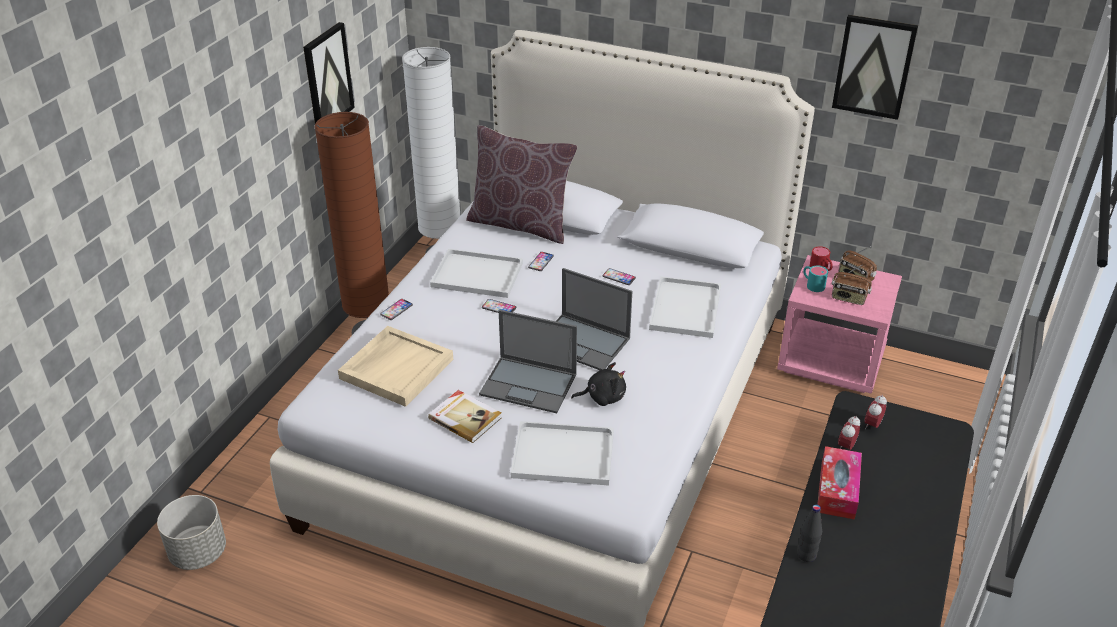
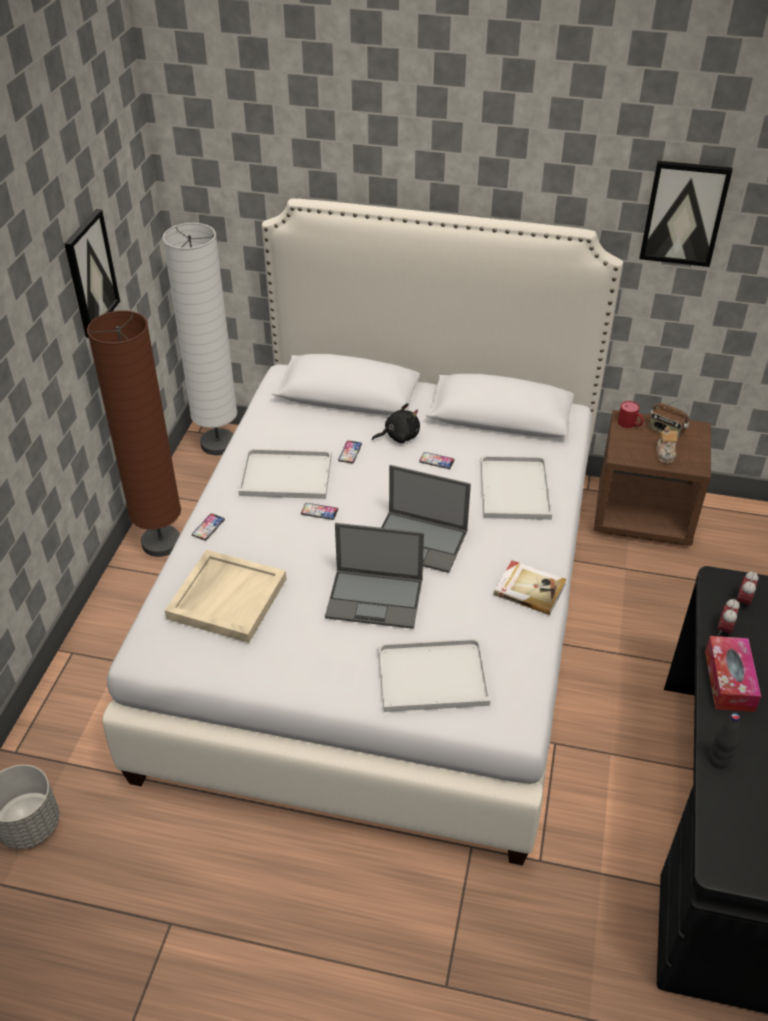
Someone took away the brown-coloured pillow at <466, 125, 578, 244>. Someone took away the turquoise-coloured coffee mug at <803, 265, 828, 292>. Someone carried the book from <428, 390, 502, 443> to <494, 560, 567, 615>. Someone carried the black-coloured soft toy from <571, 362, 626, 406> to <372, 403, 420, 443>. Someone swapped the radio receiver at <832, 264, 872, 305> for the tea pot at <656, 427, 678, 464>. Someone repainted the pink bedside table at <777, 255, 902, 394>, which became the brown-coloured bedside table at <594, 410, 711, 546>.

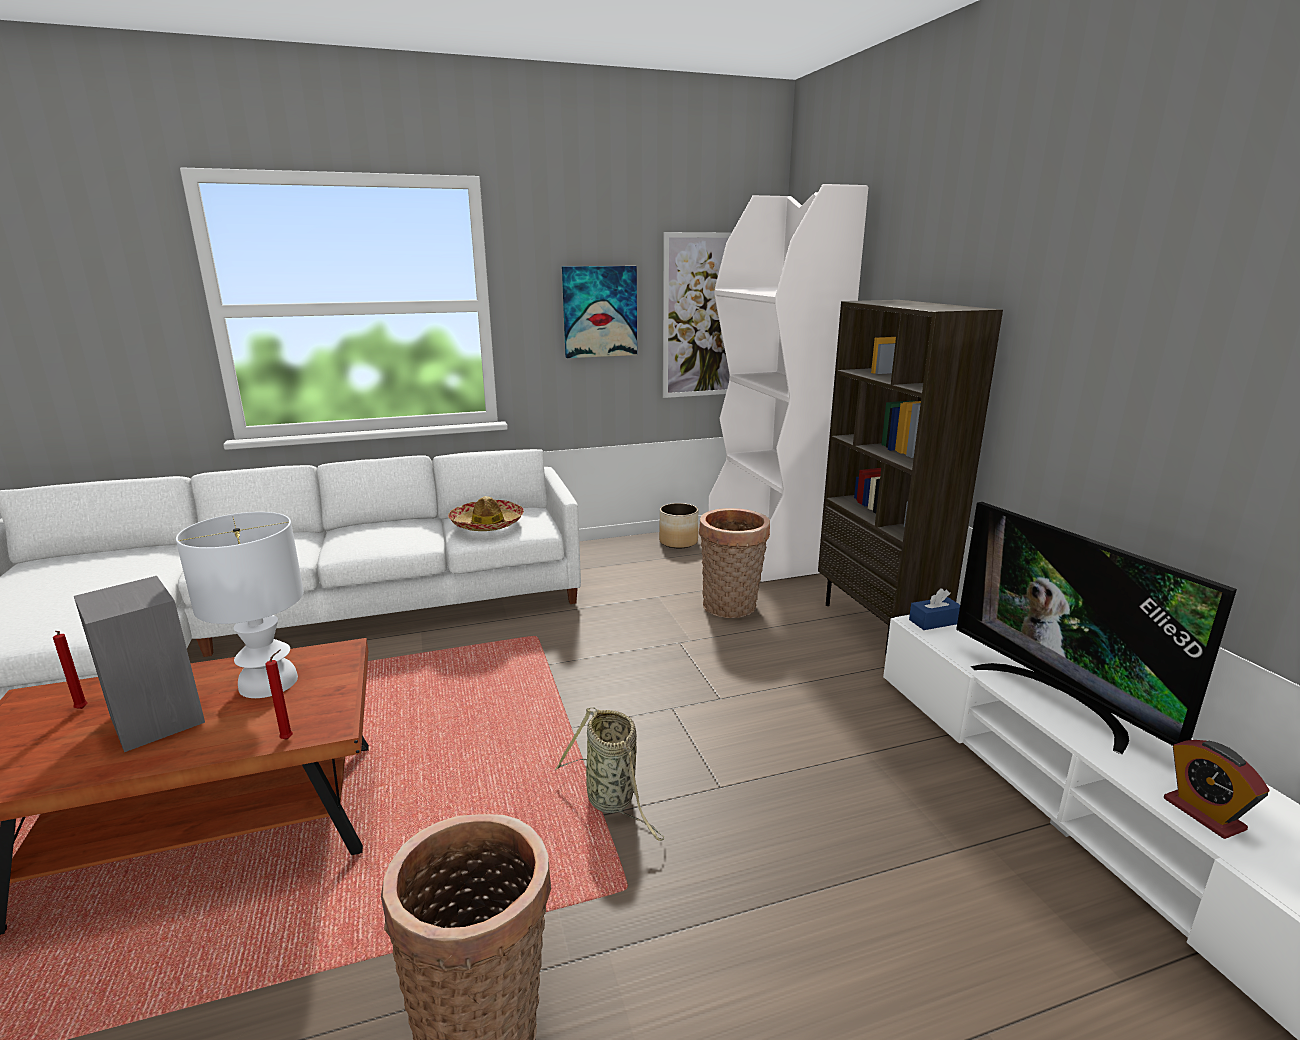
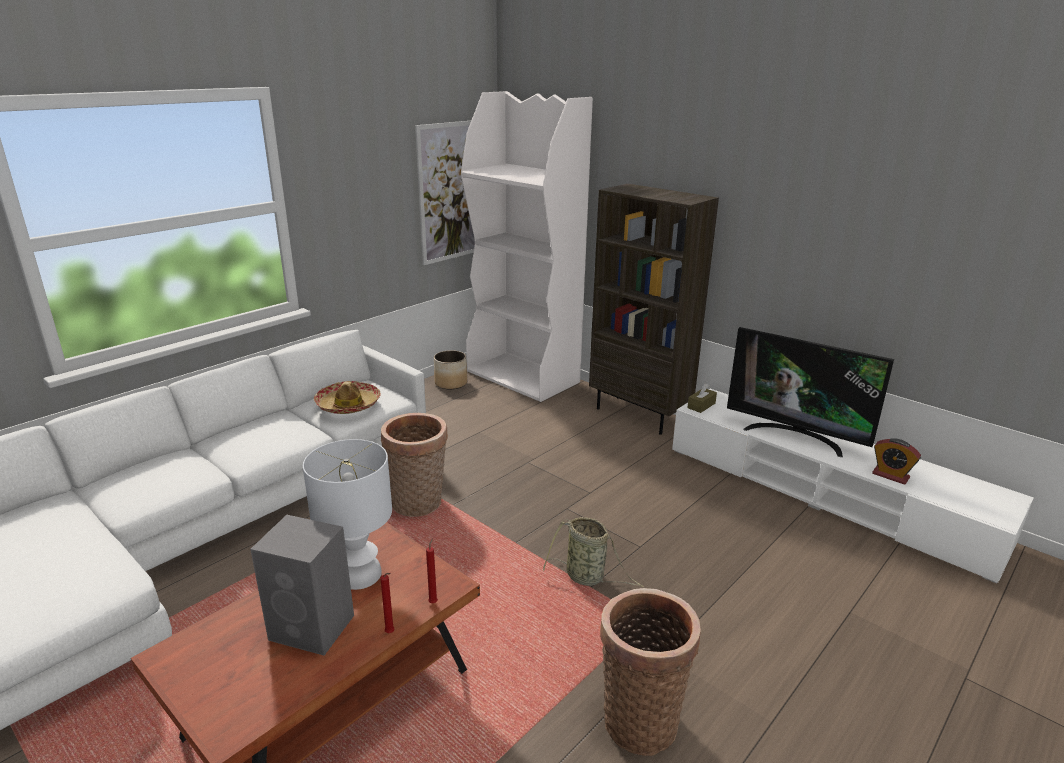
Someone took away the picture at <562, 266, 637, 358>. Someone carried the red-coloured wax light from <53, 631, 87, 709> to <380, 573, 395, 633>. Someone carried the storage basket from <699, 508, 770, 618> to <381, 413, 448, 517>. Someone repainted the blue tissue box at <909, 588, 960, 630>, which became the brown-coloured tissue box at <687, 384, 717, 413>.

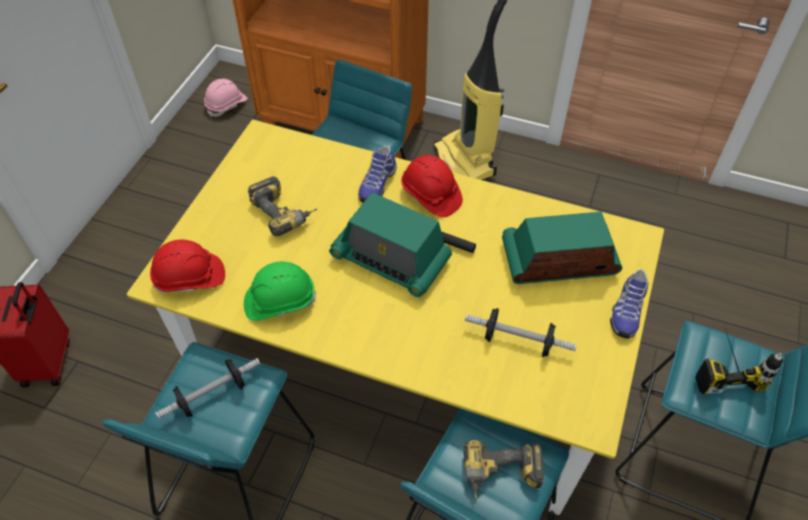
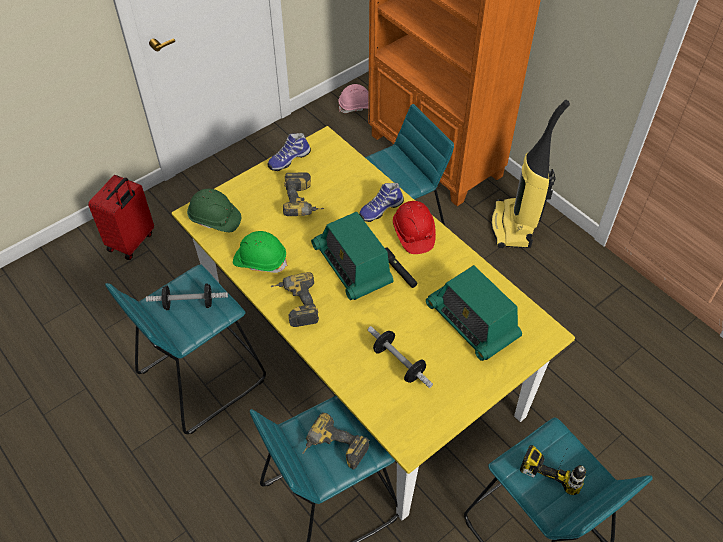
Someone put down the drill at <270, 272, 319, 327>. Someone carried the shoe from <610, 269, 648, 339> to <267, 133, 311, 171>. Someone repainted the red-coloured hard hat at <150, 240, 225, 293>, which became the green-coloured hard hat at <187, 189, 241, 232>. Someone rotated the radio receiver at <502, 212, 622, 284> by 150 degrees counterclockwise.

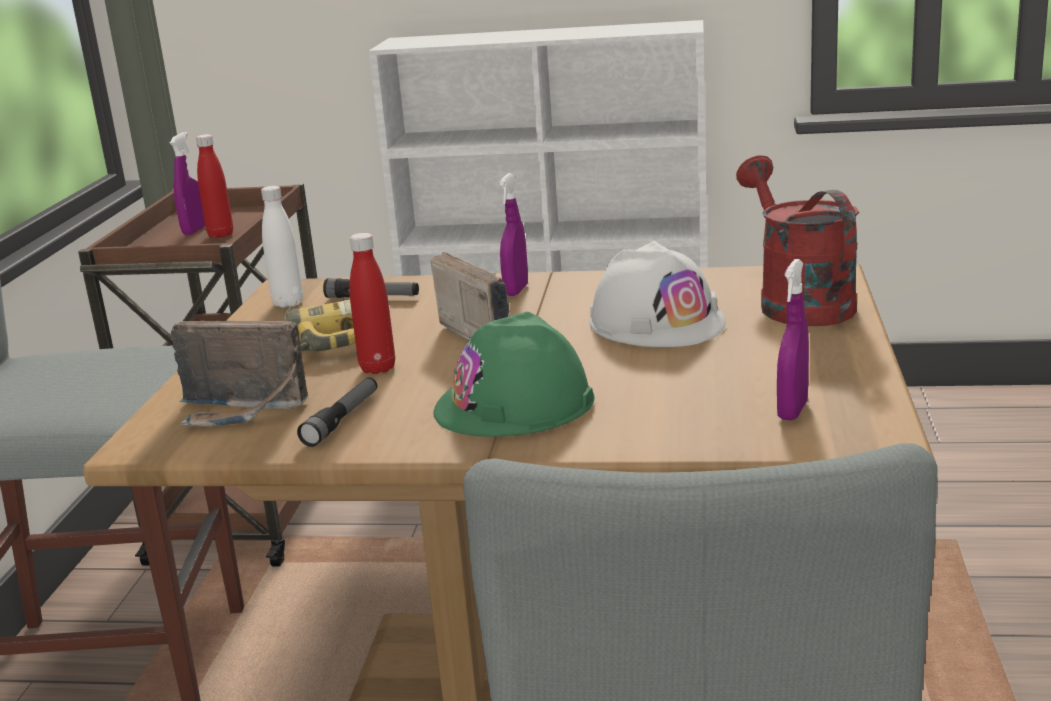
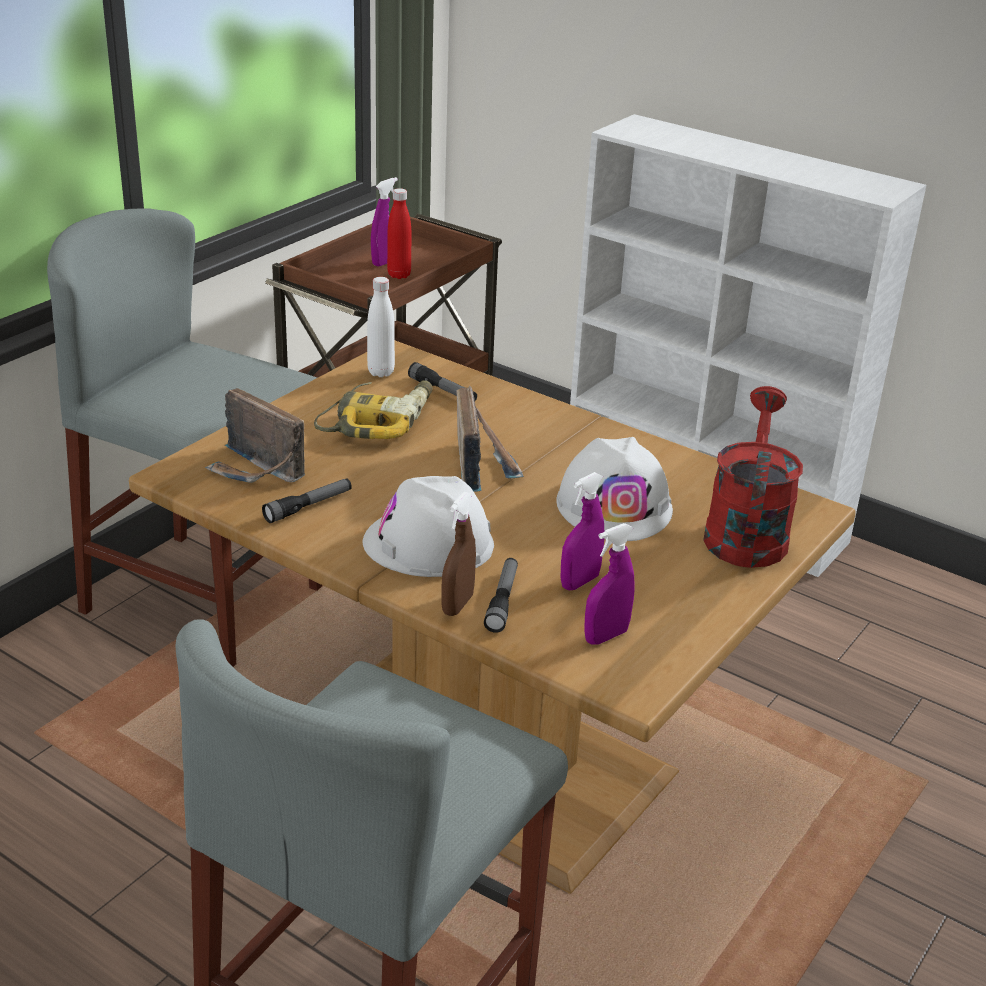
Someone took away the red-coloured drink bottle at <350, 233, 395, 374>. Someone put down the brown-coloured hand sprayer at <441, 492, 476, 616>. Someone put down the torch at <484, 558, 518, 633>. Someone carried the purplish hand sprayer from <499, 173, 528, 296> to <560, 472, 604, 590>. Someone repainted the green-coloured hard hat at <433, 311, 595, 437>, which became the white-coloured hard hat at <363, 476, 494, 577>.

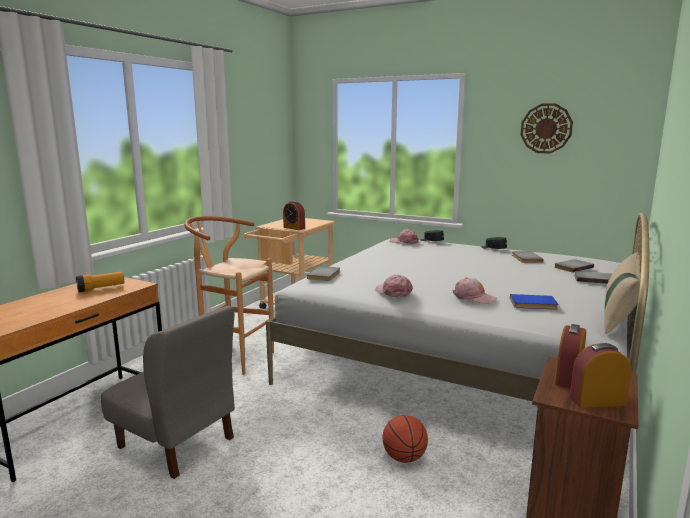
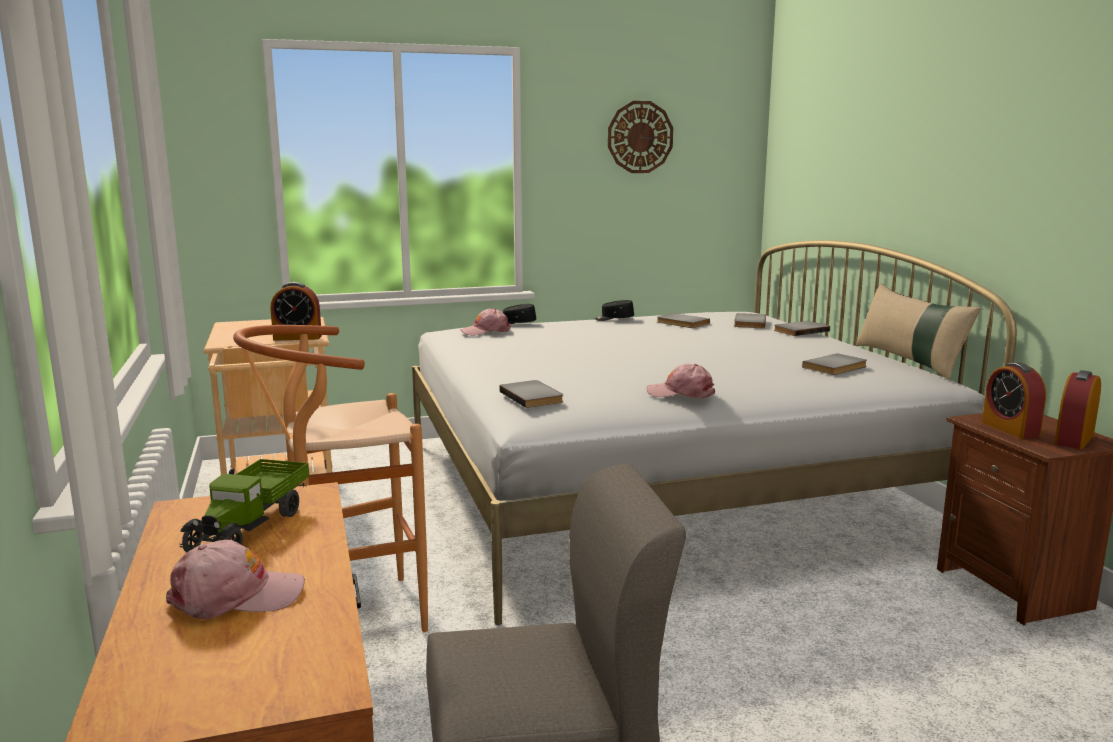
Someone took away the basketball ball at <383, 415, 428, 463>. Someone carried the pink baseball cap from <453, 277, 497, 304> to <166, 540, 305, 620>. Someone swapped the torch at <76, 272, 124, 292> for the toy truck at <180, 459, 310, 553>. Someone repainted the blue book at <510, 294, 558, 310>, which became the grey book at <802, 353, 867, 375>.

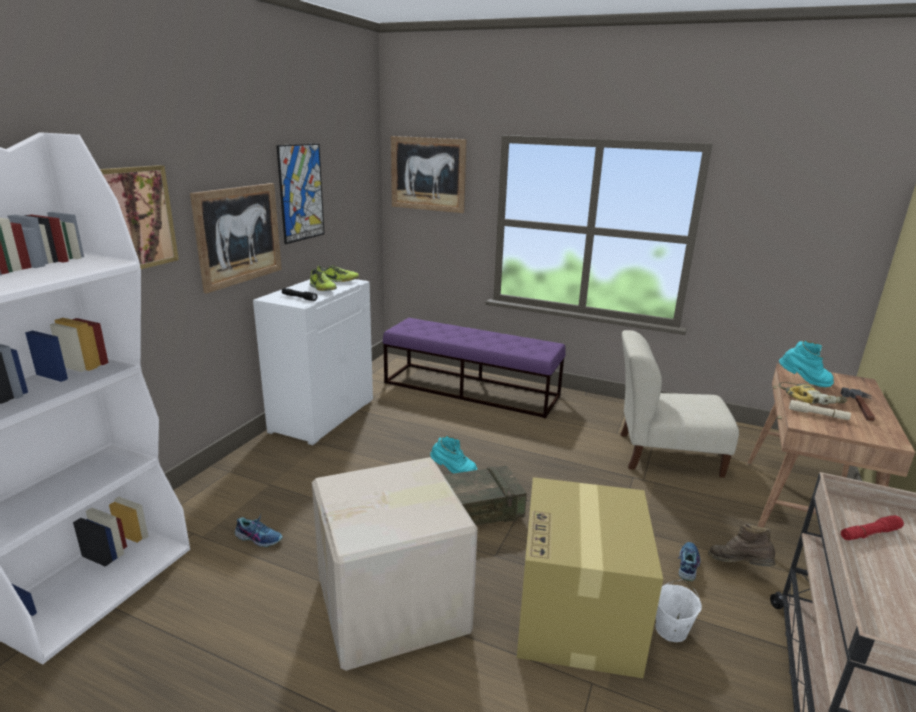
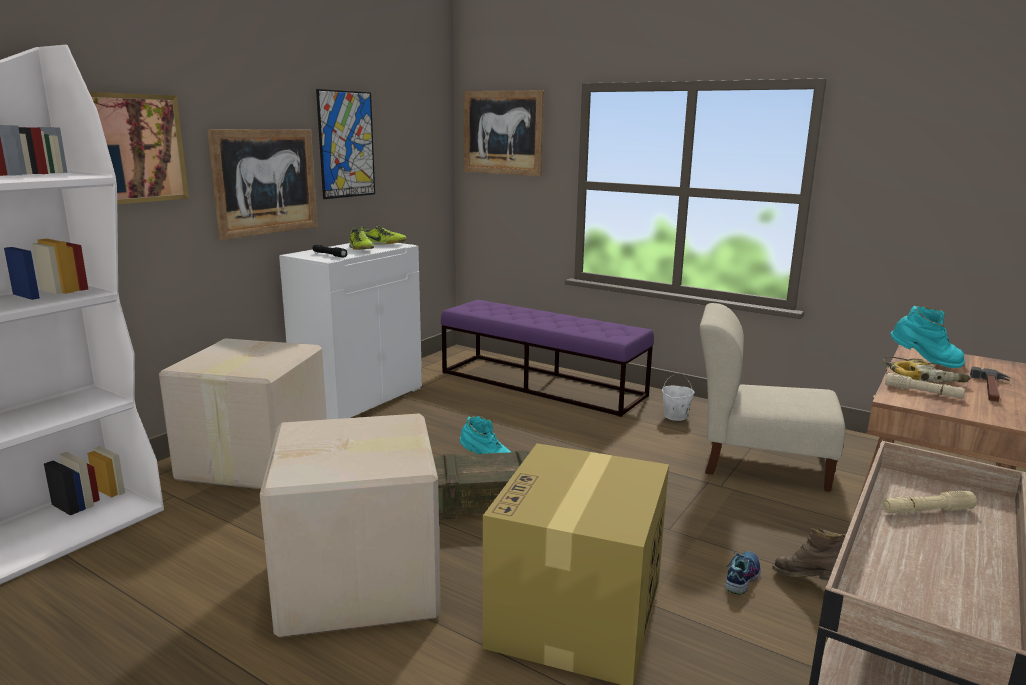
Someone took away the shoe at <235, 513, 283, 547>. Someone put down the packing box at <159, 338, 327, 489>. Someone carried the white-coloured bucket from <655, 579, 702, 642> to <662, 373, 695, 421>. Someone repainted the red-coloured torch at <841, 515, 904, 540>, which became the sand-coloured torch at <882, 491, 977, 513>.

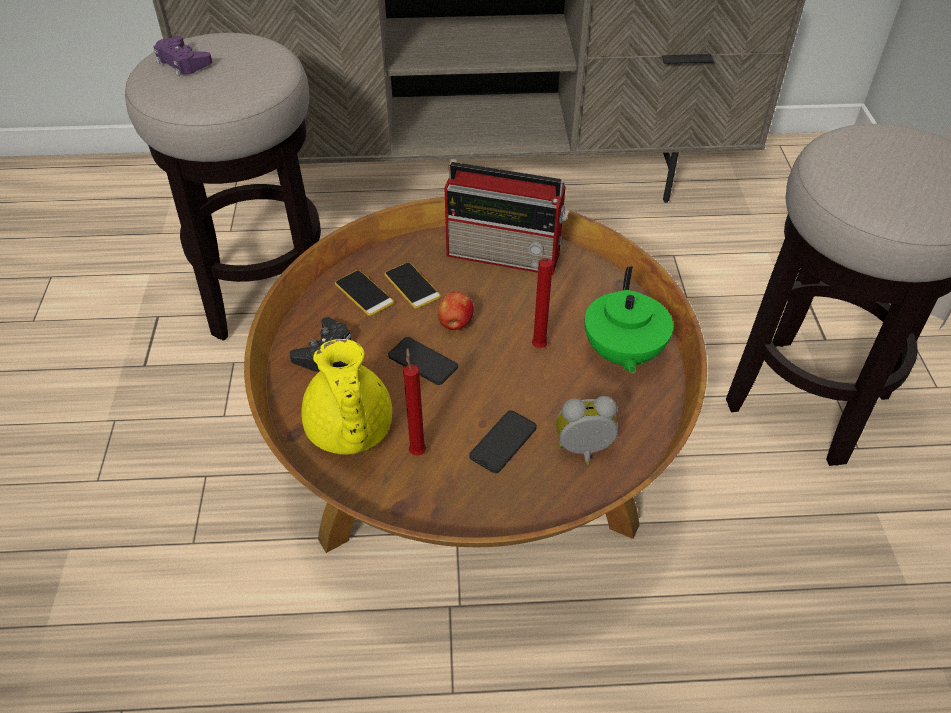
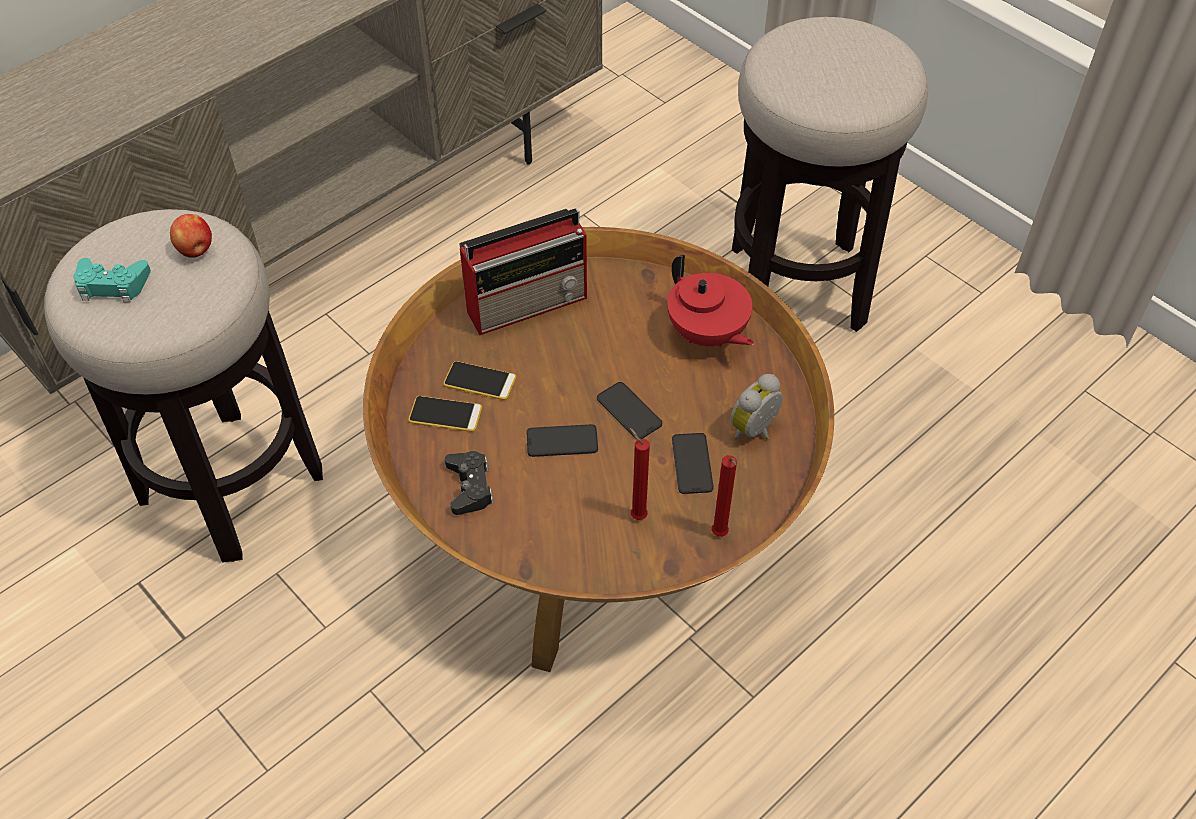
Someone took away the yellowish tea pot at <301, 339, 392, 455>. Someone put down the phone at <597, 382, 662, 439>. Someone carried the apple from <438, 292, 474, 330> to <170, 214, 212, 258>. Someone carried the red-coloured wax light from <532, 258, 553, 348> to <712, 455, 737, 537>. Someone repainted the purplish game controller at <153, 36, 212, 76>, which became the turquoise-coloured game controller at <73, 258, 151, 303>. Someone repainted the green-coloured tea pot at <585, 266, 673, 373>, which became the red-coloured tea pot at <667, 255, 754, 347>.

